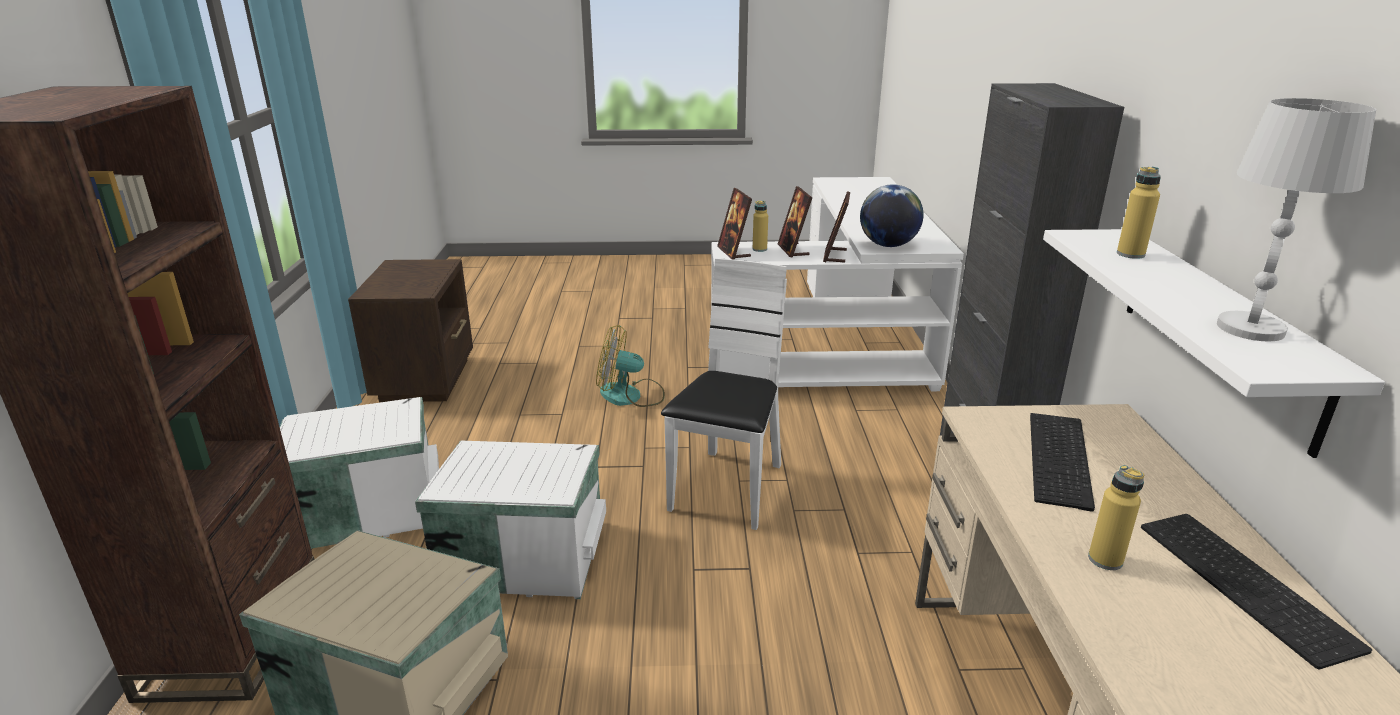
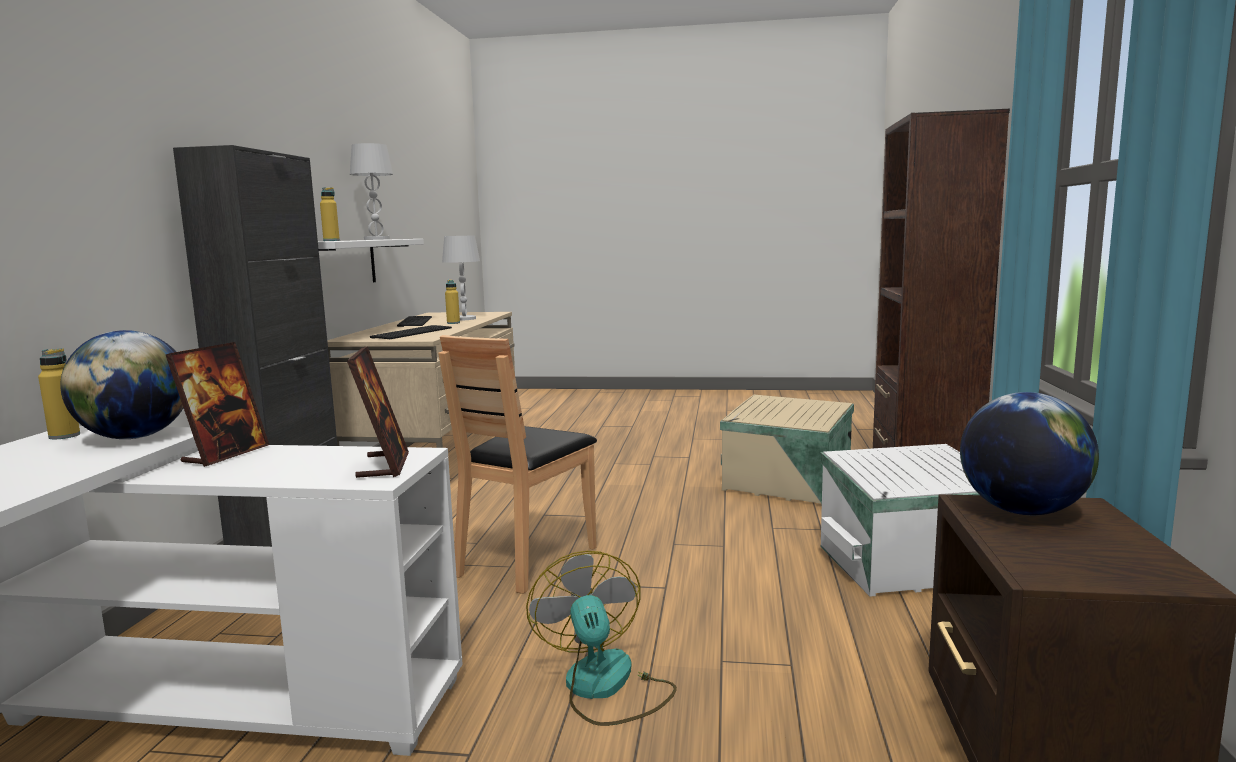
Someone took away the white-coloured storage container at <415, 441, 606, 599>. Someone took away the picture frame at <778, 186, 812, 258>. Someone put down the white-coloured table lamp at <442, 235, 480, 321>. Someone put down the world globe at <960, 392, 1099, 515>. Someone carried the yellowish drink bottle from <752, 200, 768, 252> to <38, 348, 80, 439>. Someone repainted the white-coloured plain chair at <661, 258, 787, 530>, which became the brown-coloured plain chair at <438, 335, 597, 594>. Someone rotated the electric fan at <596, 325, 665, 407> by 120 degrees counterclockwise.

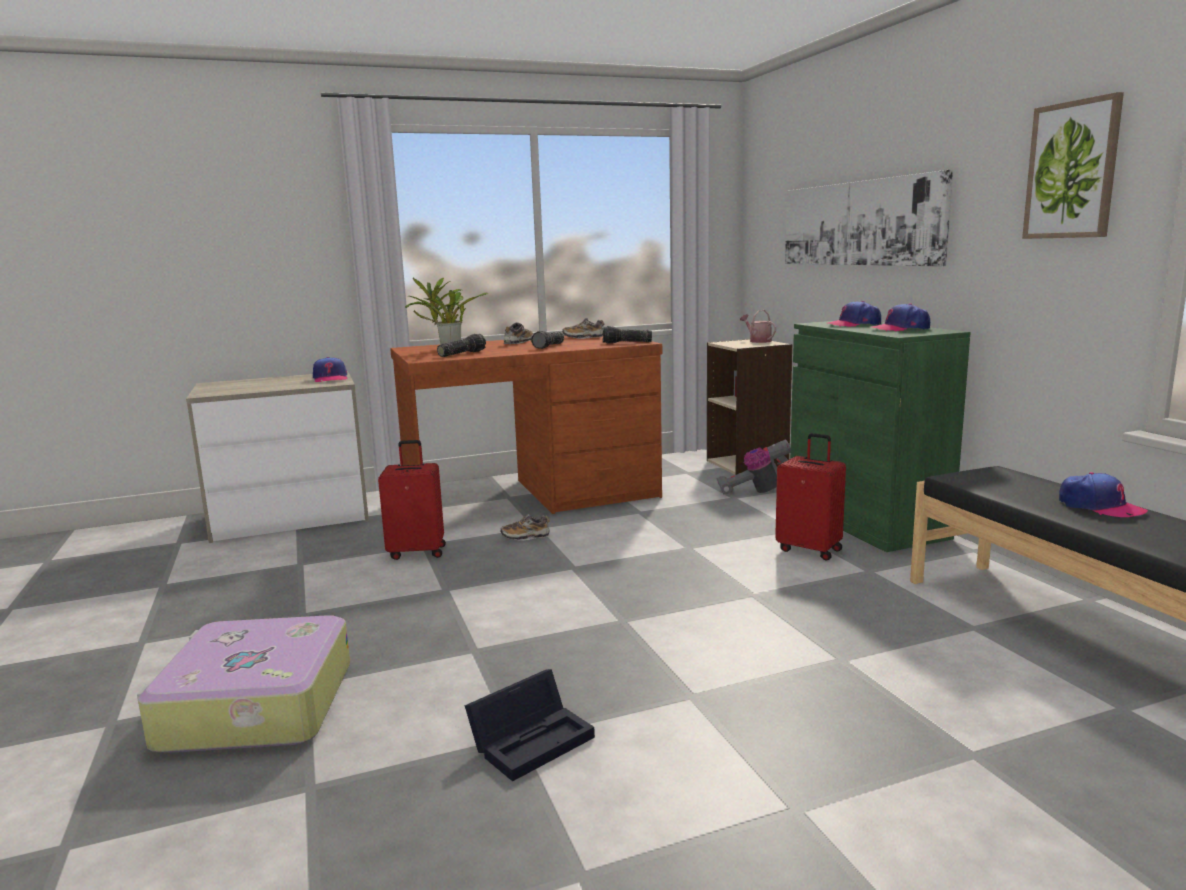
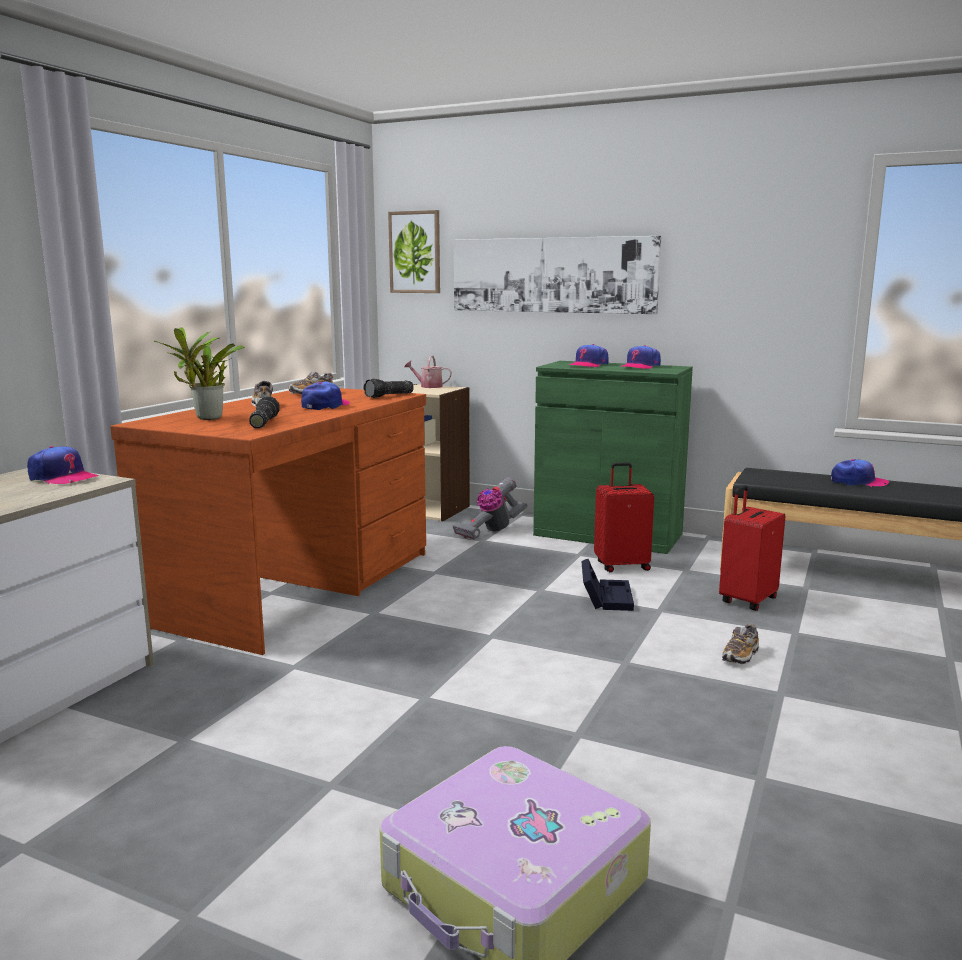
Someone carried the red-coloured travel case from <378, 440, 446, 560> to <719, 485, 785, 611>. Someone carried the black-coloured storage container from <465, 669, 595, 781> to <581, 559, 634, 611>. Someone carried the shoe from <500, 514, 550, 541> to <722, 624, 759, 664>. Someone carried the picture from <1022, 92, 1124, 239> to <388, 210, 440, 293>. Someone swapped the torch at <531, 331, 564, 349> for the baseball cap at <301, 382, 350, 410>.

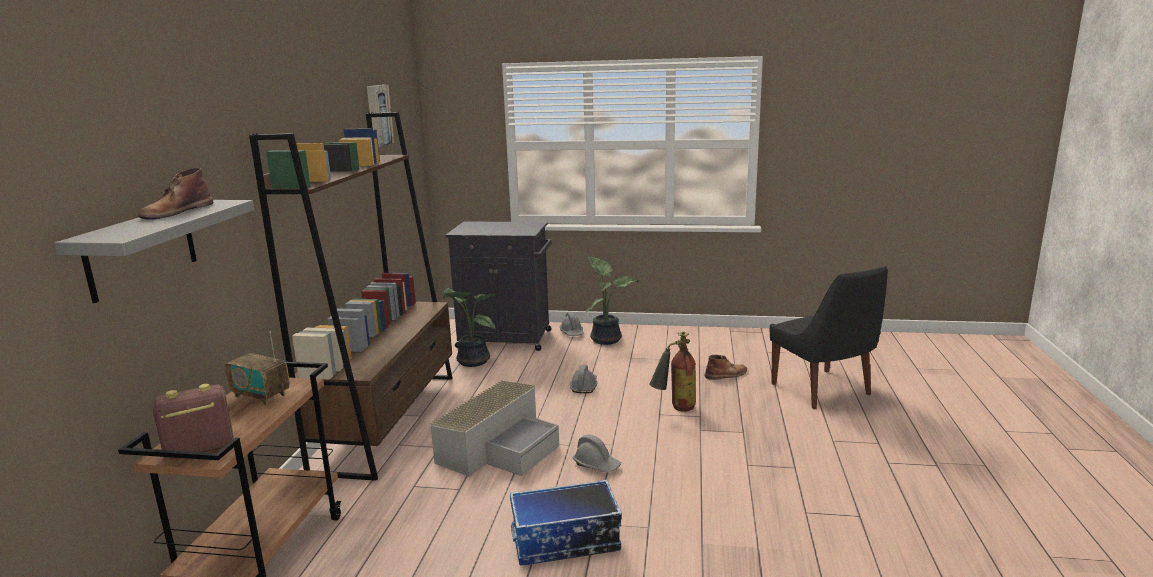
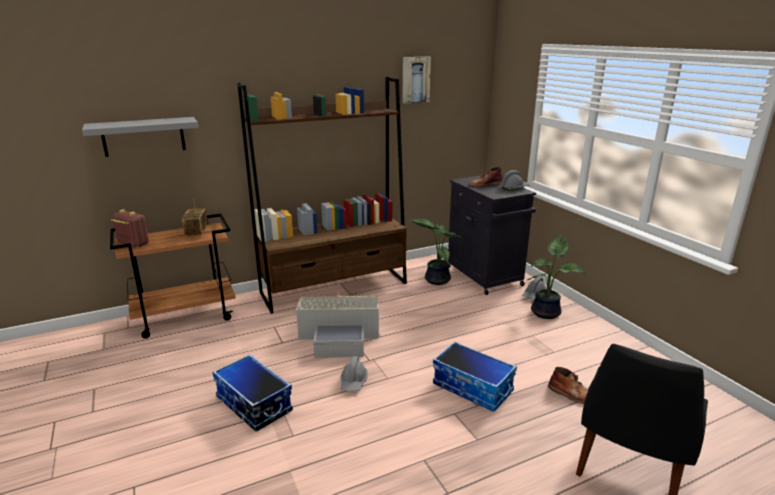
Someone carried the brown-coloured high-top boot from <138, 167, 214, 220> to <468, 167, 502, 187>. Someone carried the grey hard hat from <570, 365, 597, 393> to <500, 170, 530, 191>. Someone swapped the extinguisher at <649, 332, 696, 412> for the storage container at <433, 342, 517, 412>.

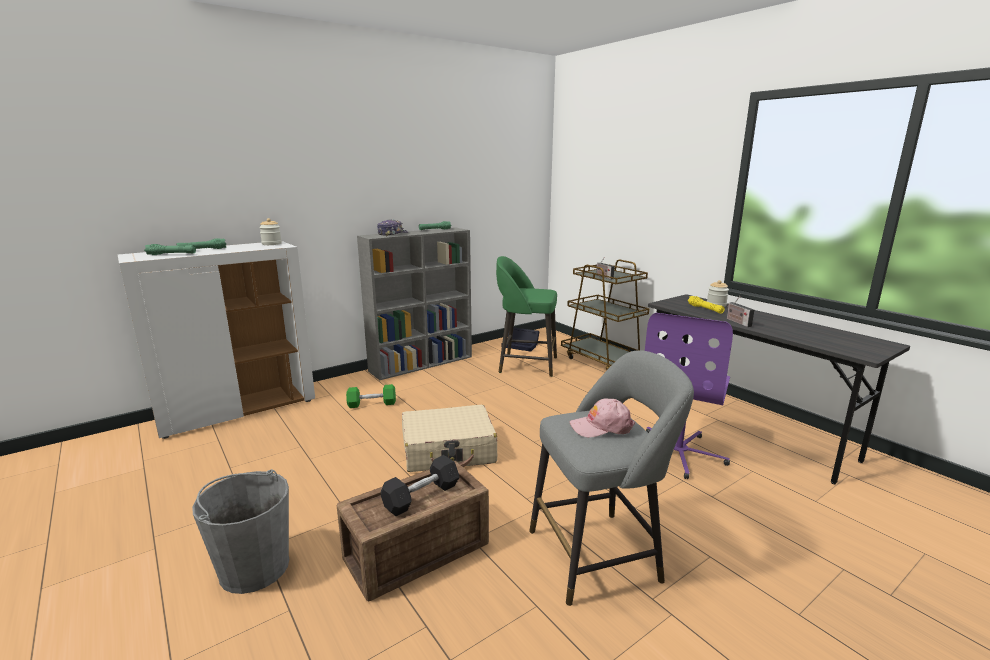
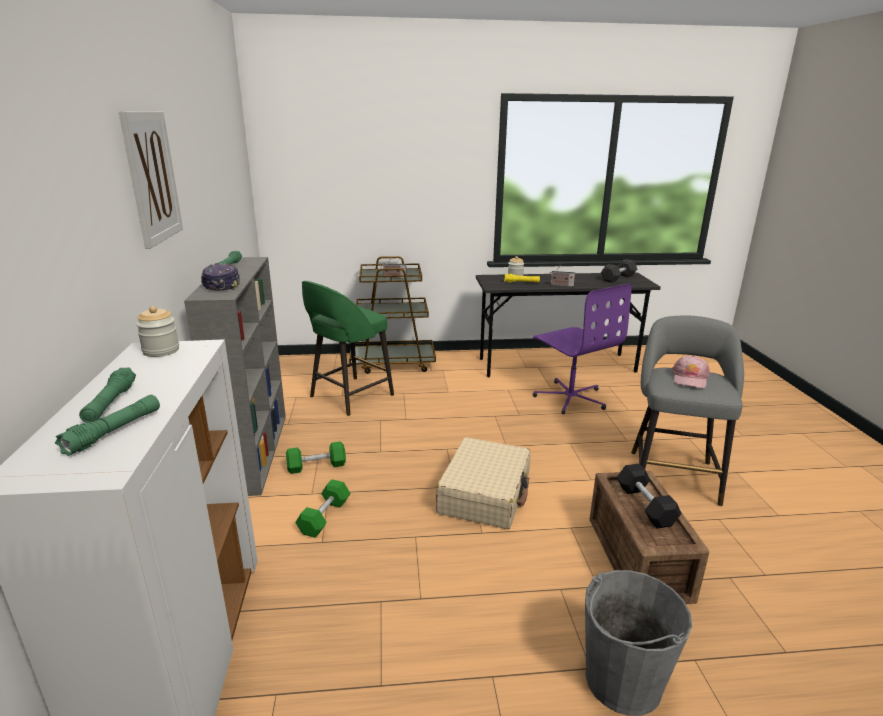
Someone took away the black-coloured storage container at <506, 328, 540, 352>. Someone put up the picture at <119, 111, 183, 249>. Someone put down the green-coloured hand weight at <286, 441, 346, 474>. Someone put down the grey hand weight at <601, 259, 637, 283>.

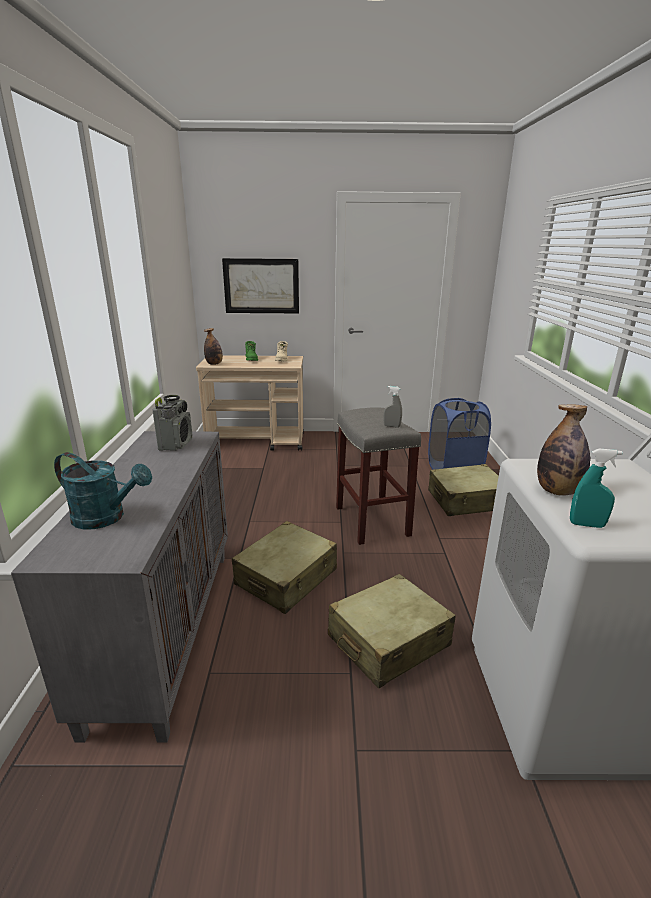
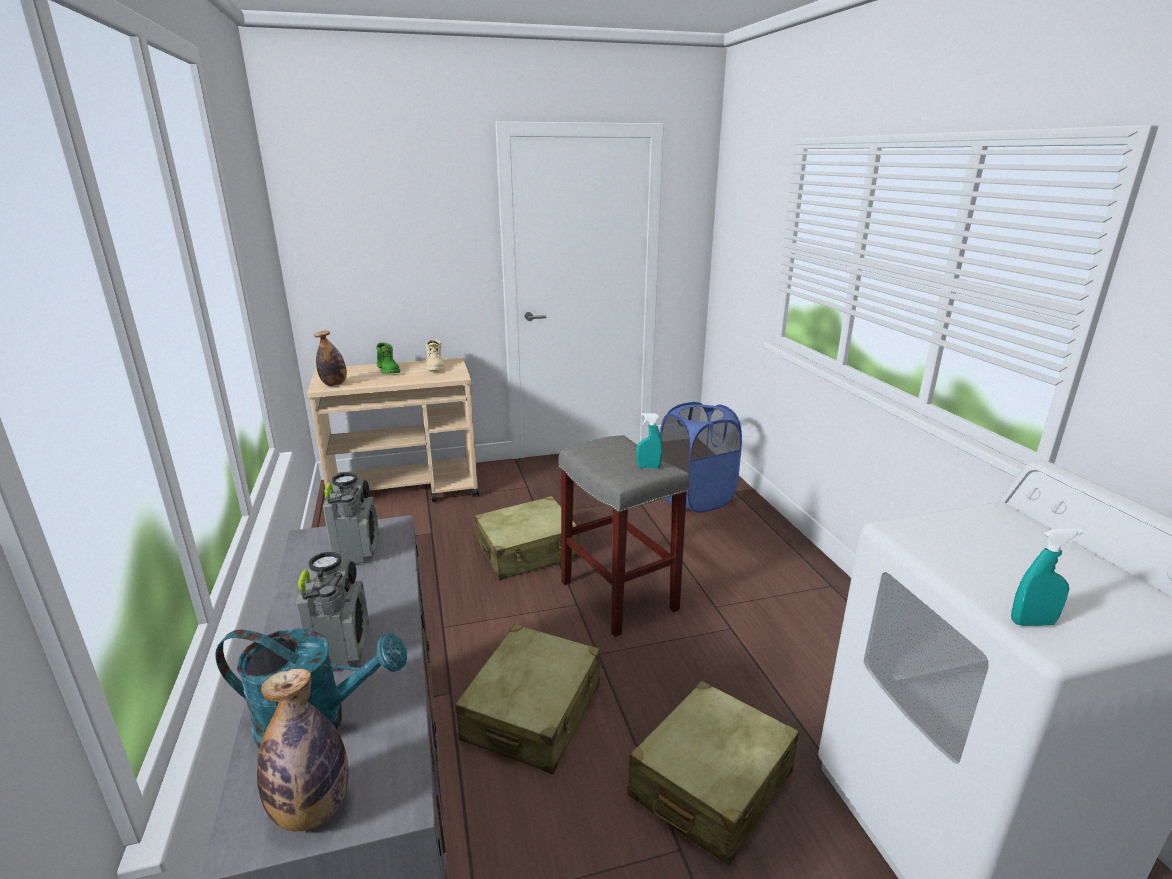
Someone took away the picture at <222, 258, 299, 313>. Someone put down the radio receiver at <296, 552, 369, 670>. Someone carried the sand-coloured travel case from <428, 464, 499, 516> to <475, 496, 580, 581>. Someone carried the drink bottle from <537, 404, 590, 496> to <257, 669, 348, 831>. Someone repainted the grey hand sprayer at <384, 386, 402, 428>, which became the turquoise-coloured hand sprayer at <636, 413, 663, 469>.

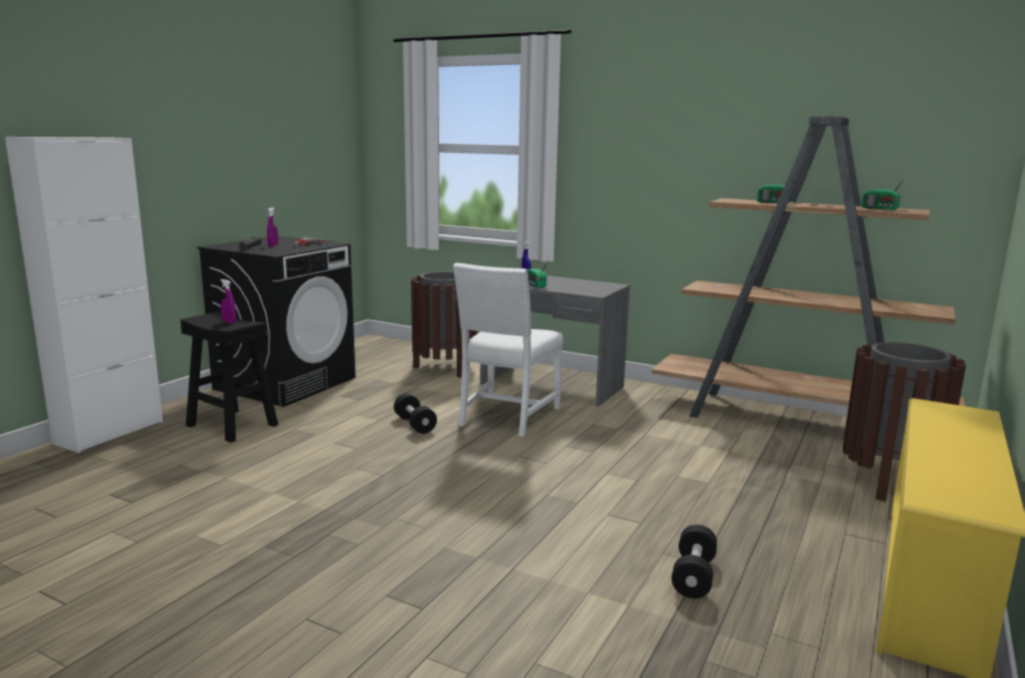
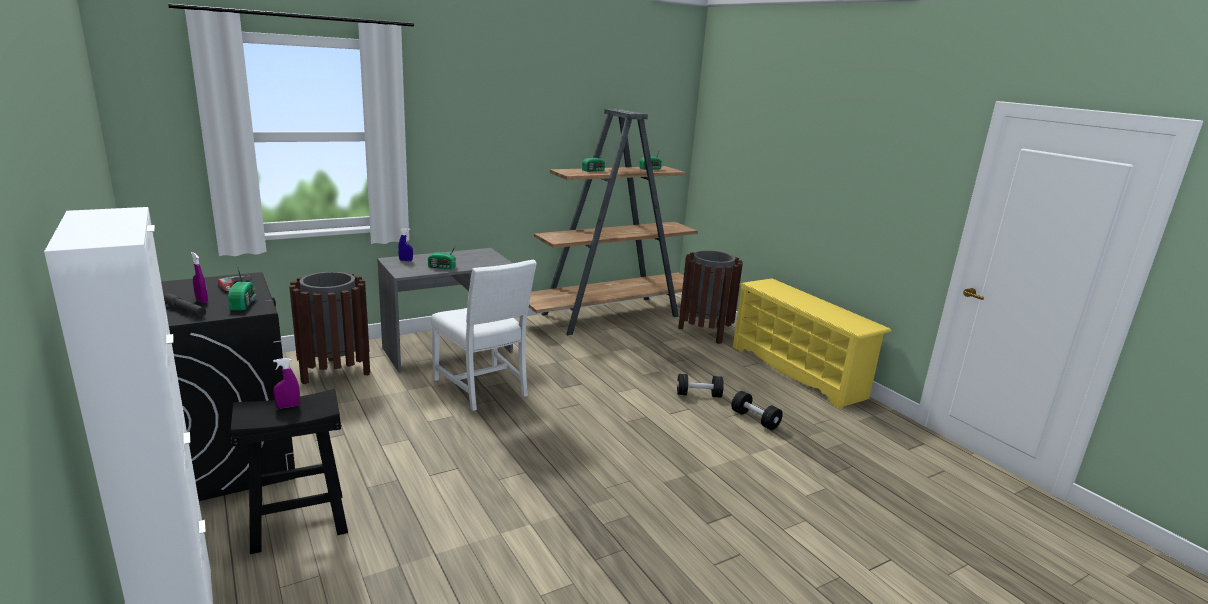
Someone put down the radio receiver at <228, 265, 257, 310>. Someone carried the black-coloured hand weight from <394, 394, 437, 434> to <677, 374, 724, 398>.

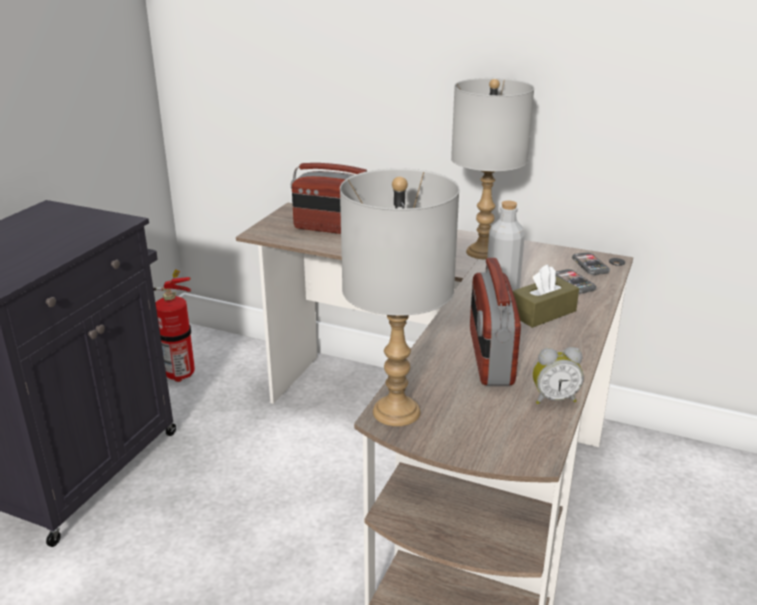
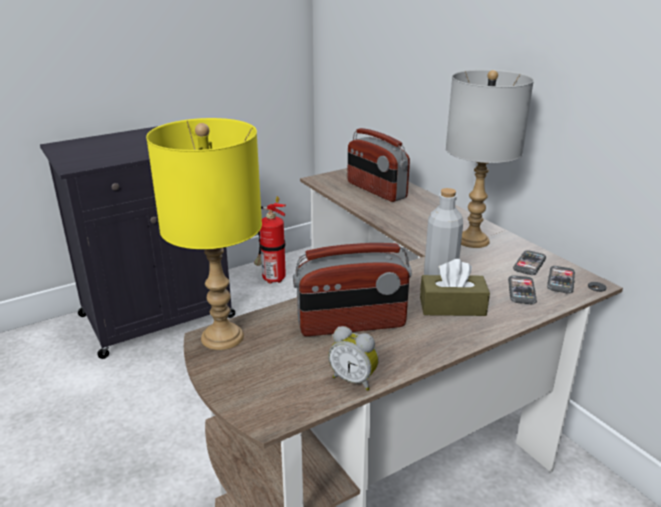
Someone put down the phone at <513, 250, 546, 275>. Someone repainted the grey table lamp at <340, 168, 459, 426>, which became the yellowish table lamp at <146, 118, 262, 350>. Someone rotated the radio receiver at <470, 258, 521, 385> by 135 degrees counterclockwise.

